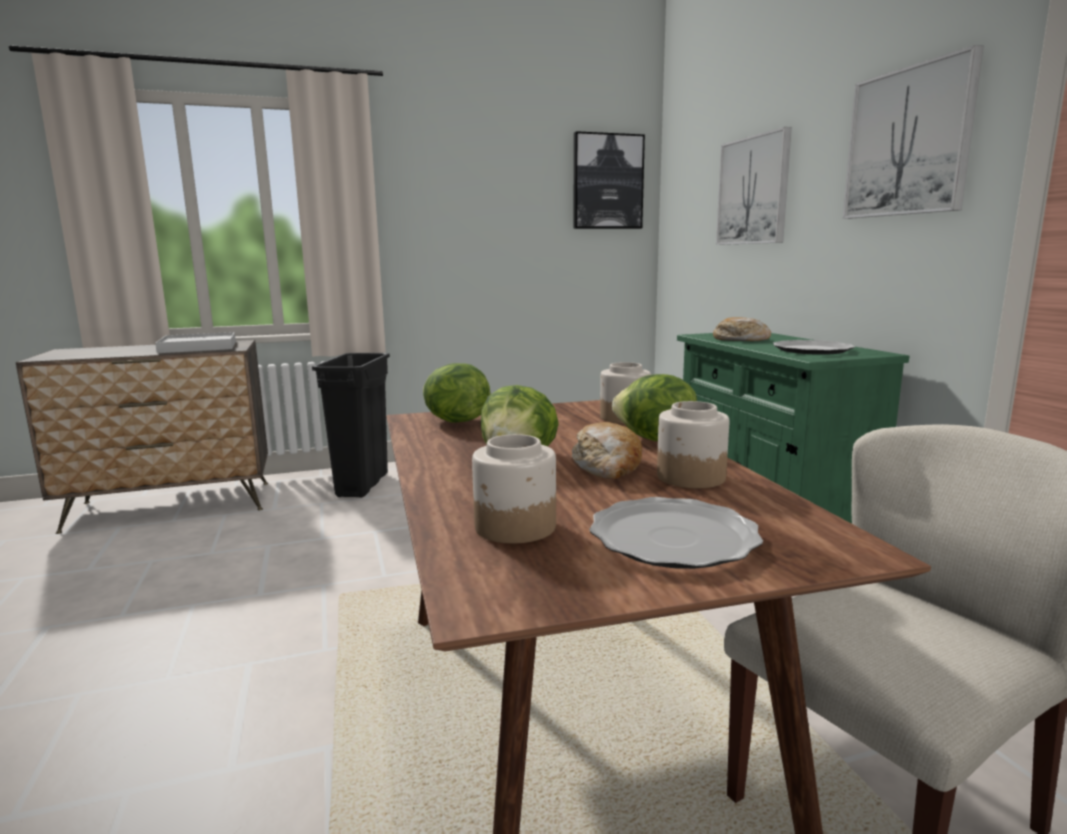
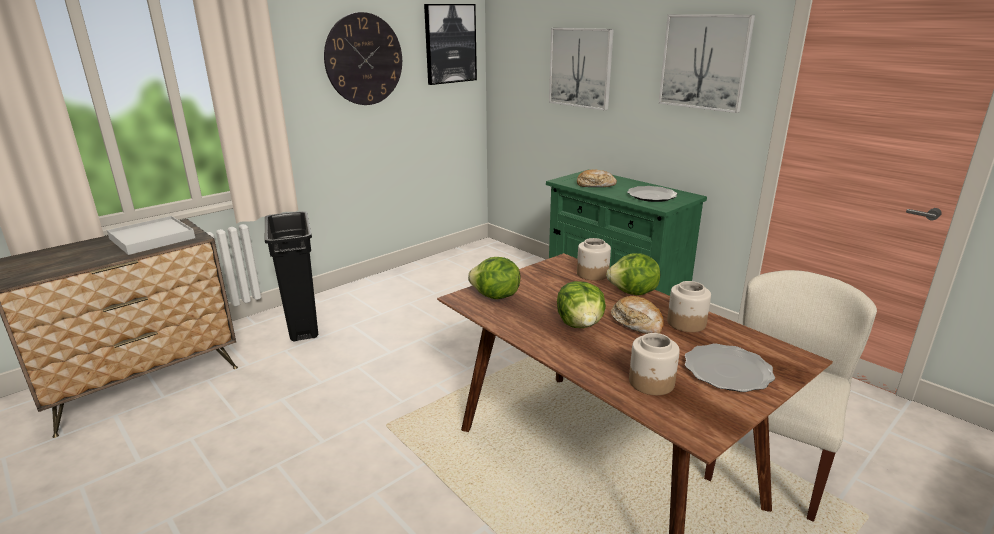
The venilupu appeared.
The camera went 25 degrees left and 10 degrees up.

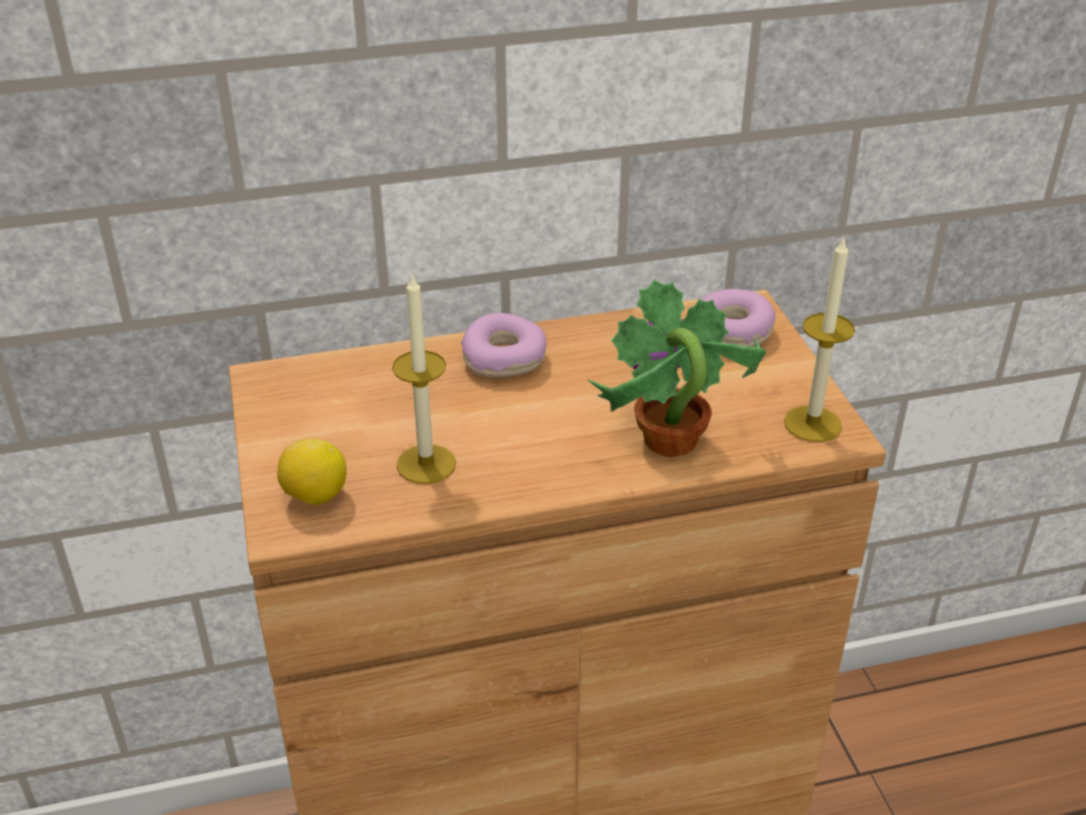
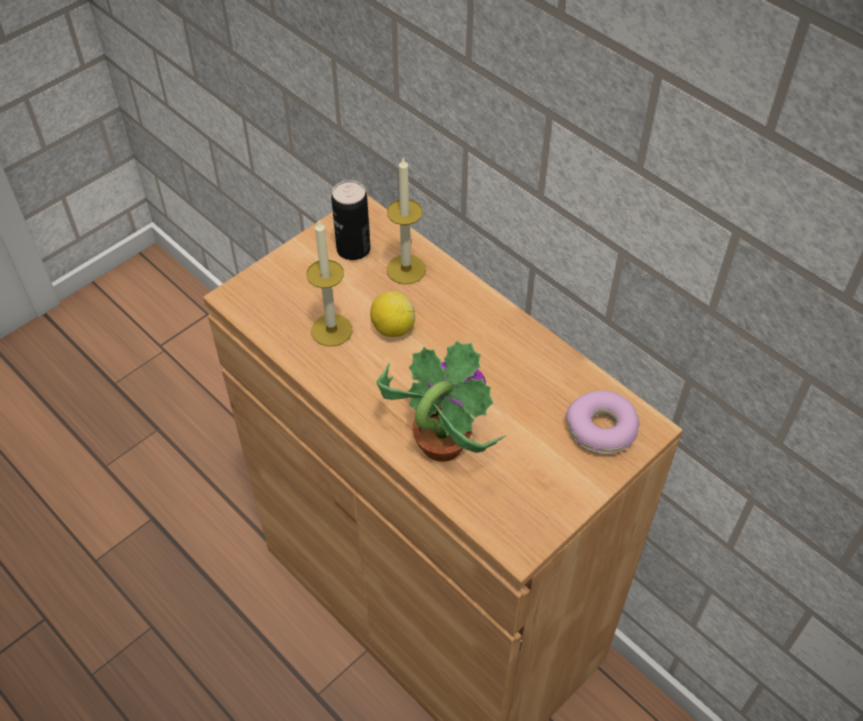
The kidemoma (no. 1 from left) disappeared.
The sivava appeared.
The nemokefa moved.
The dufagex (no. 2 from left) moved.
The camera went 60 degrees right and 15 degrees up.

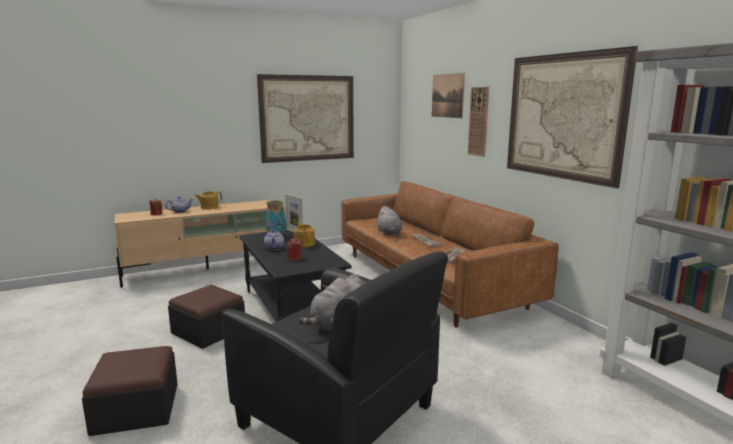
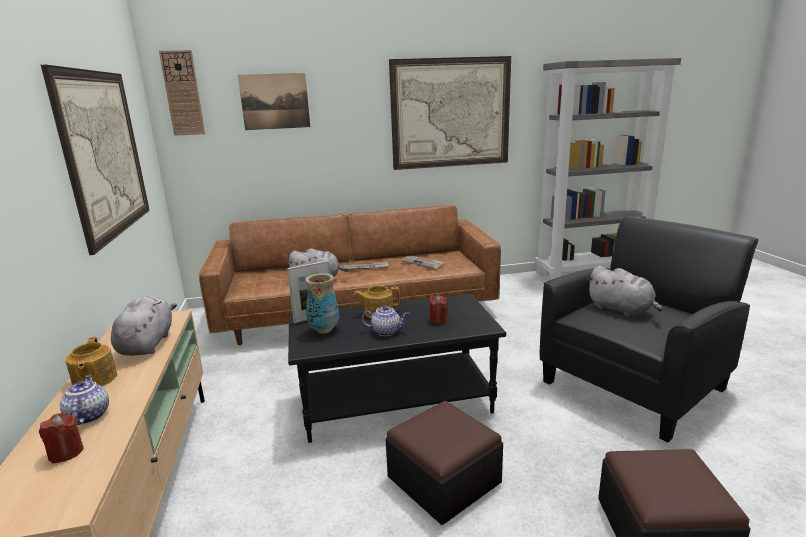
The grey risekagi (no. 1 from left) appeared.
The venilupu moved.
The camera went 75 degrees left and 5 degrees up.

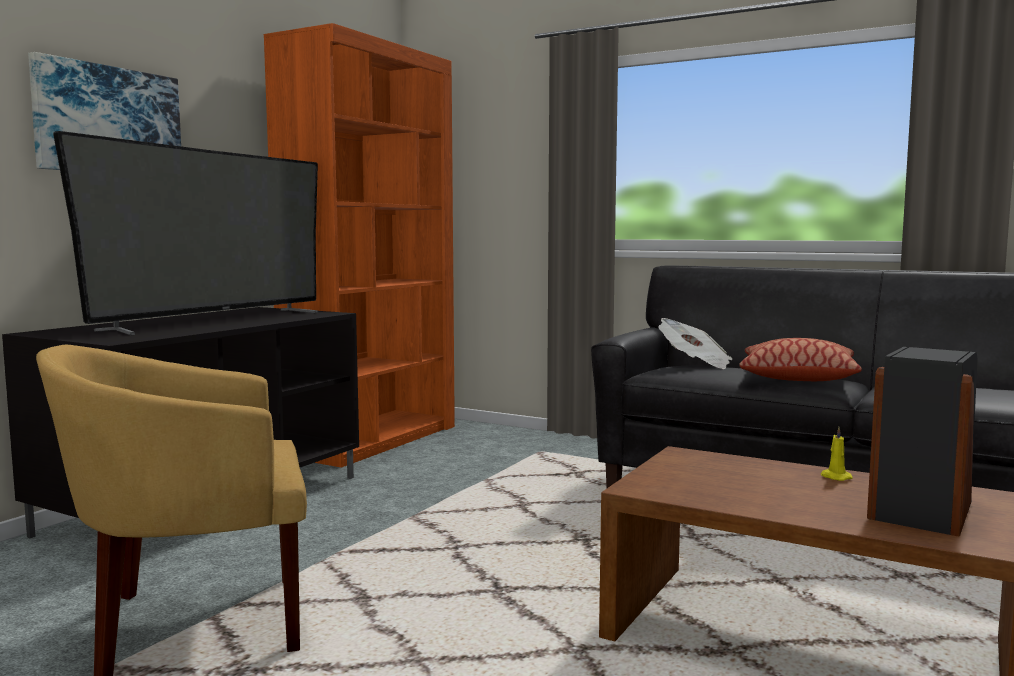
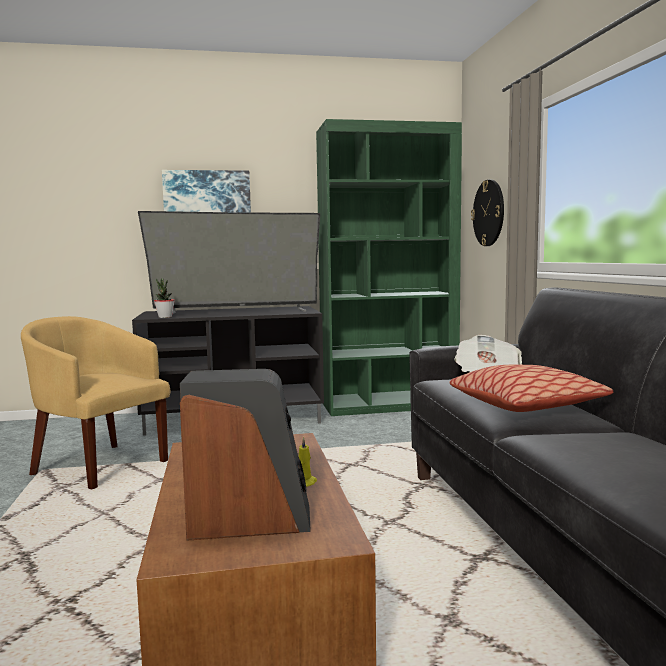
The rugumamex appeared.
The venilupu appeared.
The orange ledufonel became the green ledufonel.
The camera went 50 degrees right and 0 degrees up.

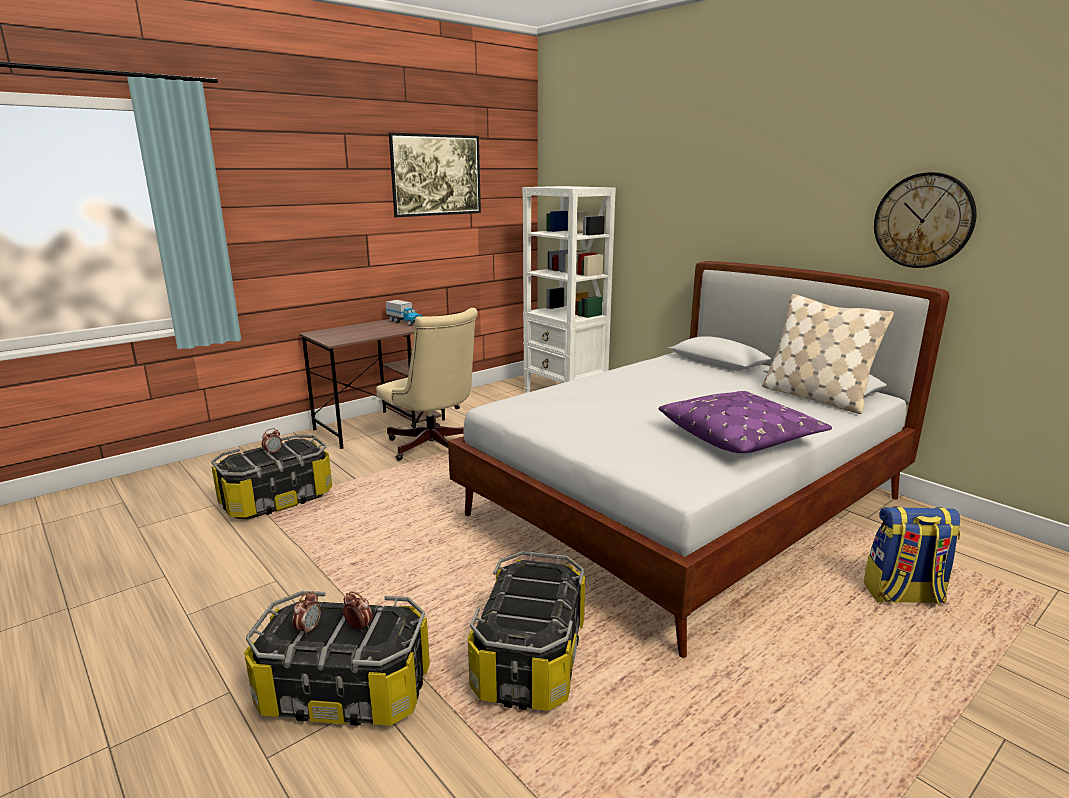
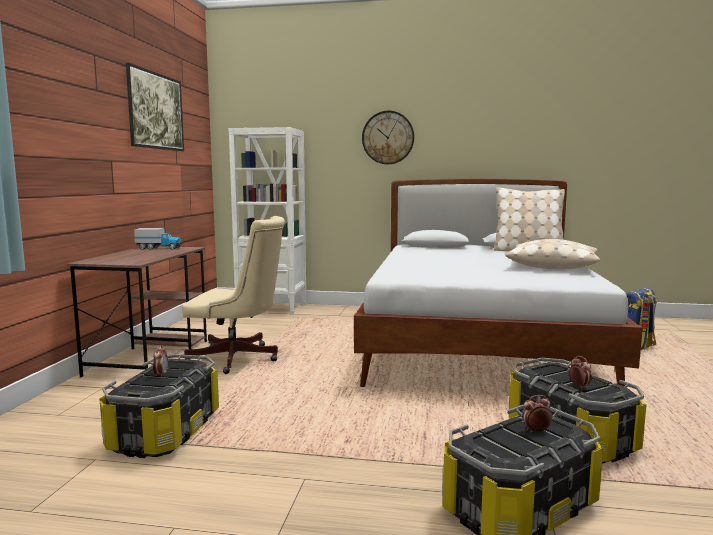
The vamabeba (no. 2 from left in the first image) moved.
The venilupu moved.
The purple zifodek became the beige zifodek (no. 2 from left).
The camera went 40 degrees left and 10 degrees down.

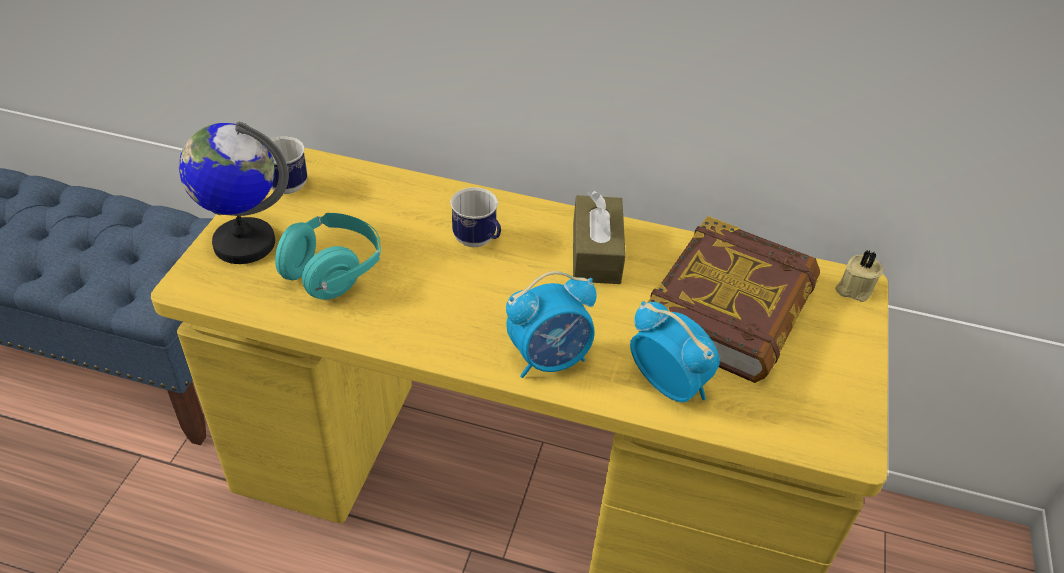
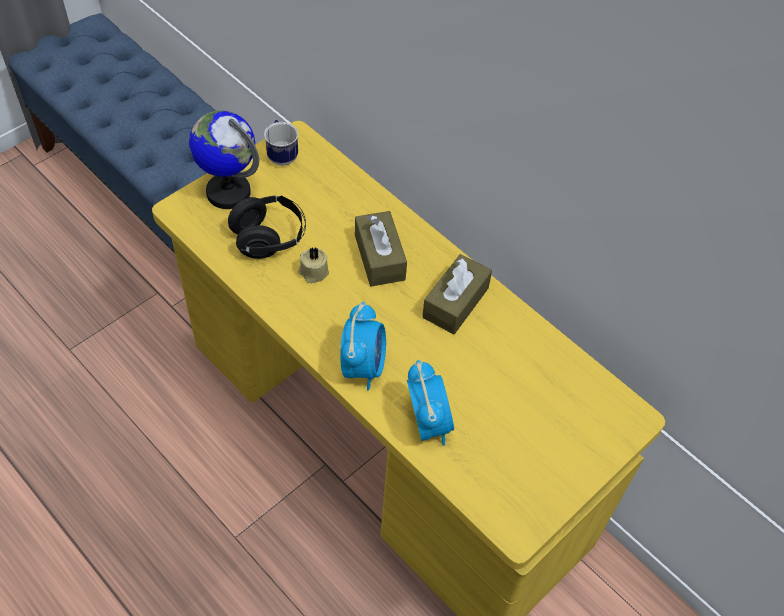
The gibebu disappeared.
The beige dufagex moved.
The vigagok (no. 2 from left) was replaced by the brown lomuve (no. 1 from left).
The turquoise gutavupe became the black gutavupe.
The vamabeba (no. 1 from left) turned 90 degrees counterclockwise.
The camera went 30 degrees right and 10 degrees up.

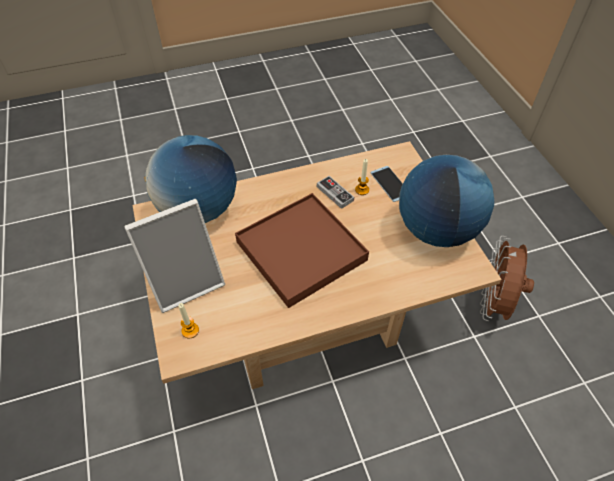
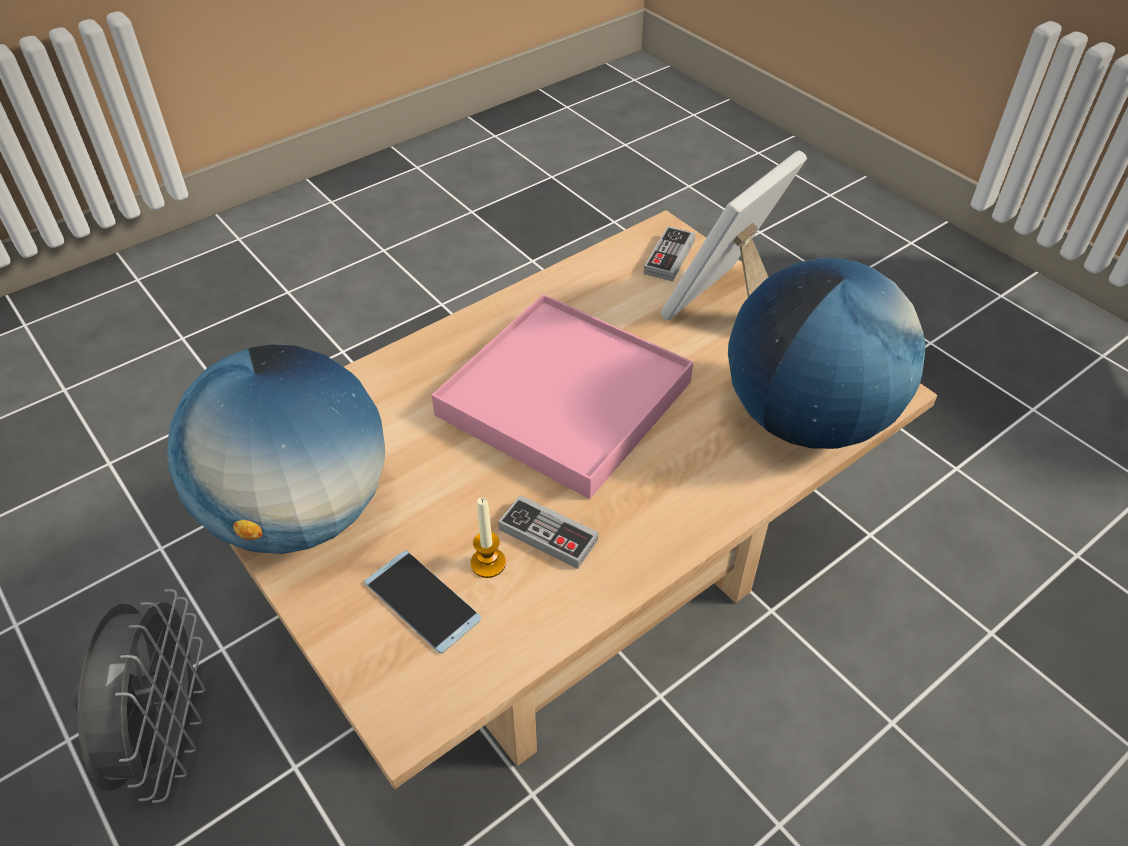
The dufagex (no. 1 from left) was replaced by the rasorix (no. 2 from left).
The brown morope became the pink morope.
The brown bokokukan became the grey bokokukan.
The camera went 160 degrees right and 5 degrees down.

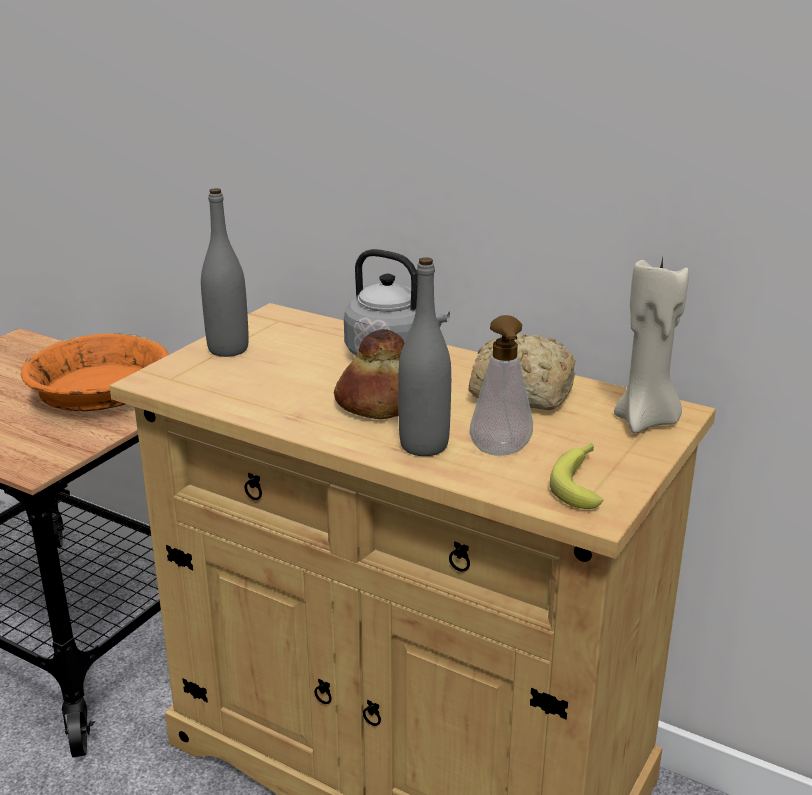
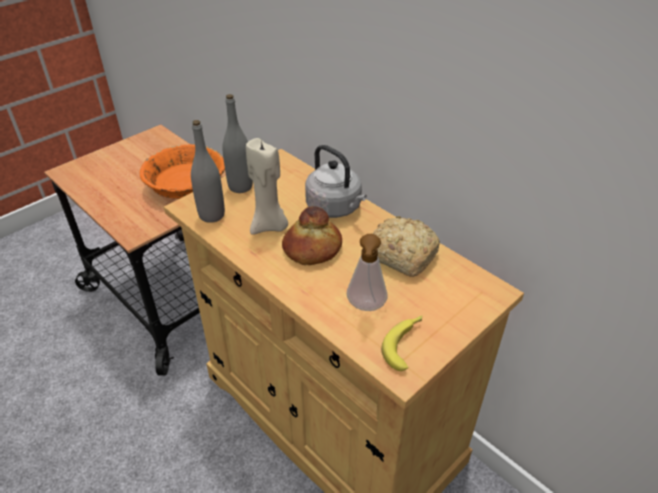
The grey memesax (no. 2 from left in the first image) moved.
The beige dufagex moved.
The camera went 15 degrees right and 15 degrees up.

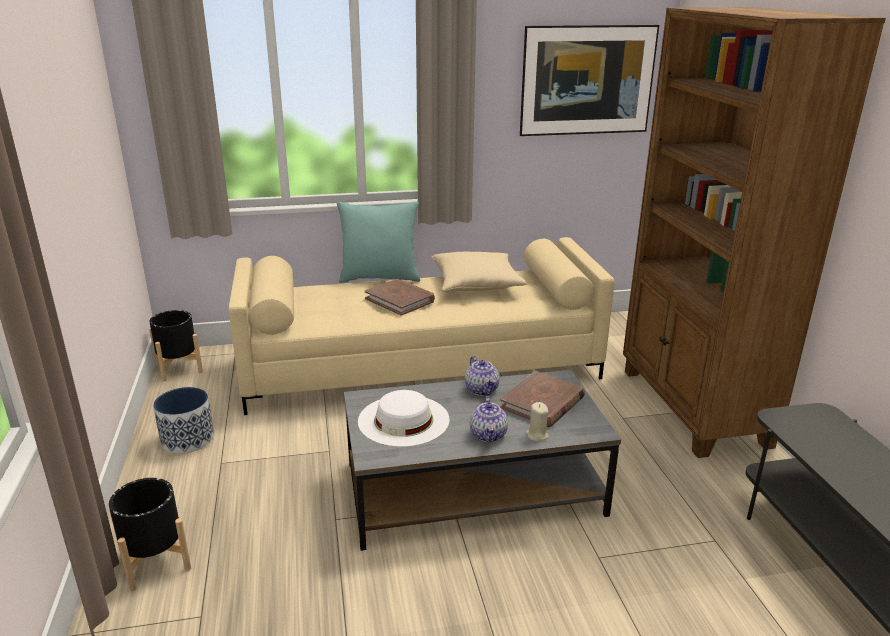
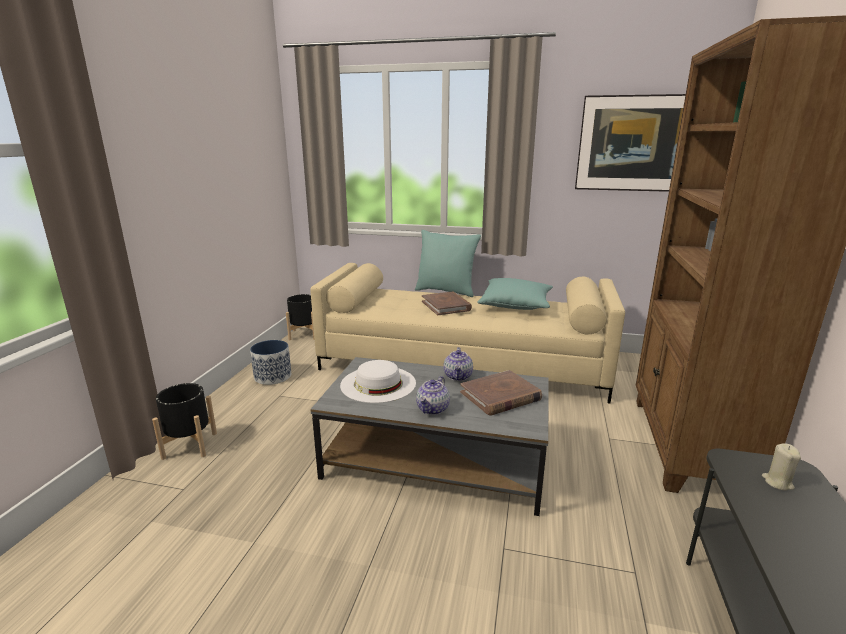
The beige dufagex moved.
The beige zifodek became the turquoise zifodek (no. 2 from left).
The camera went 25 degrees right and 5 degrees down.

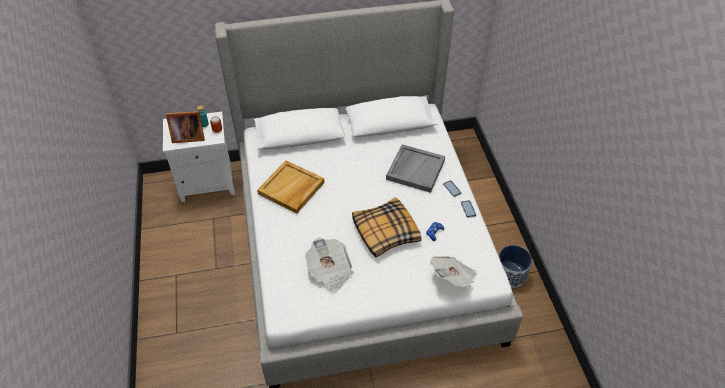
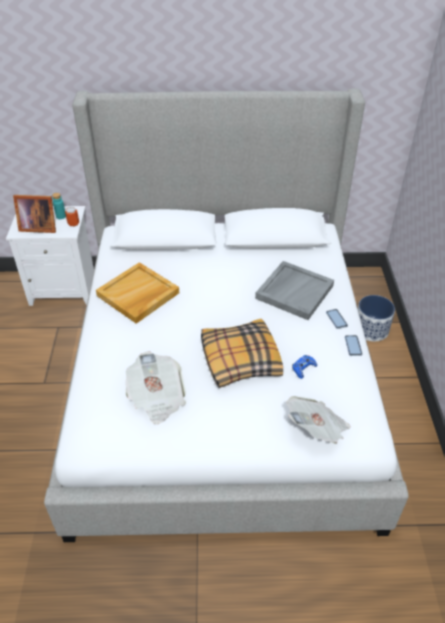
The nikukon moved.
The camera went 10 degrees right and 5 degrees down.

